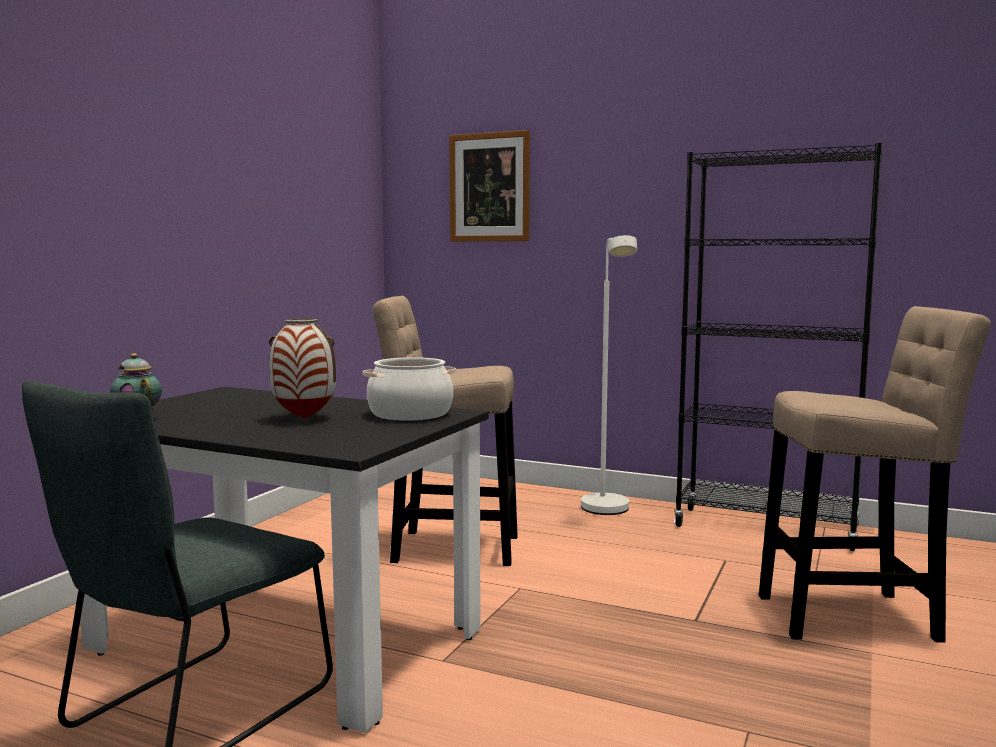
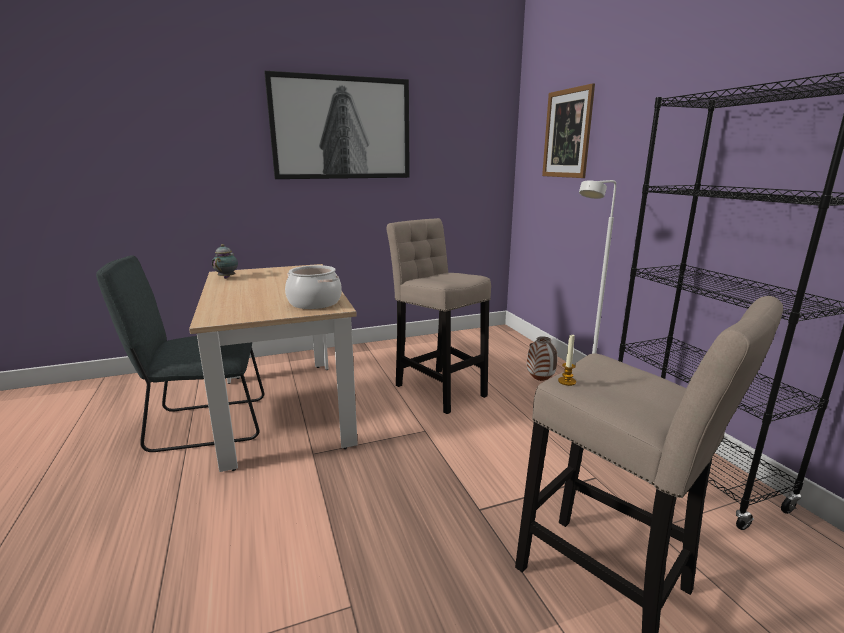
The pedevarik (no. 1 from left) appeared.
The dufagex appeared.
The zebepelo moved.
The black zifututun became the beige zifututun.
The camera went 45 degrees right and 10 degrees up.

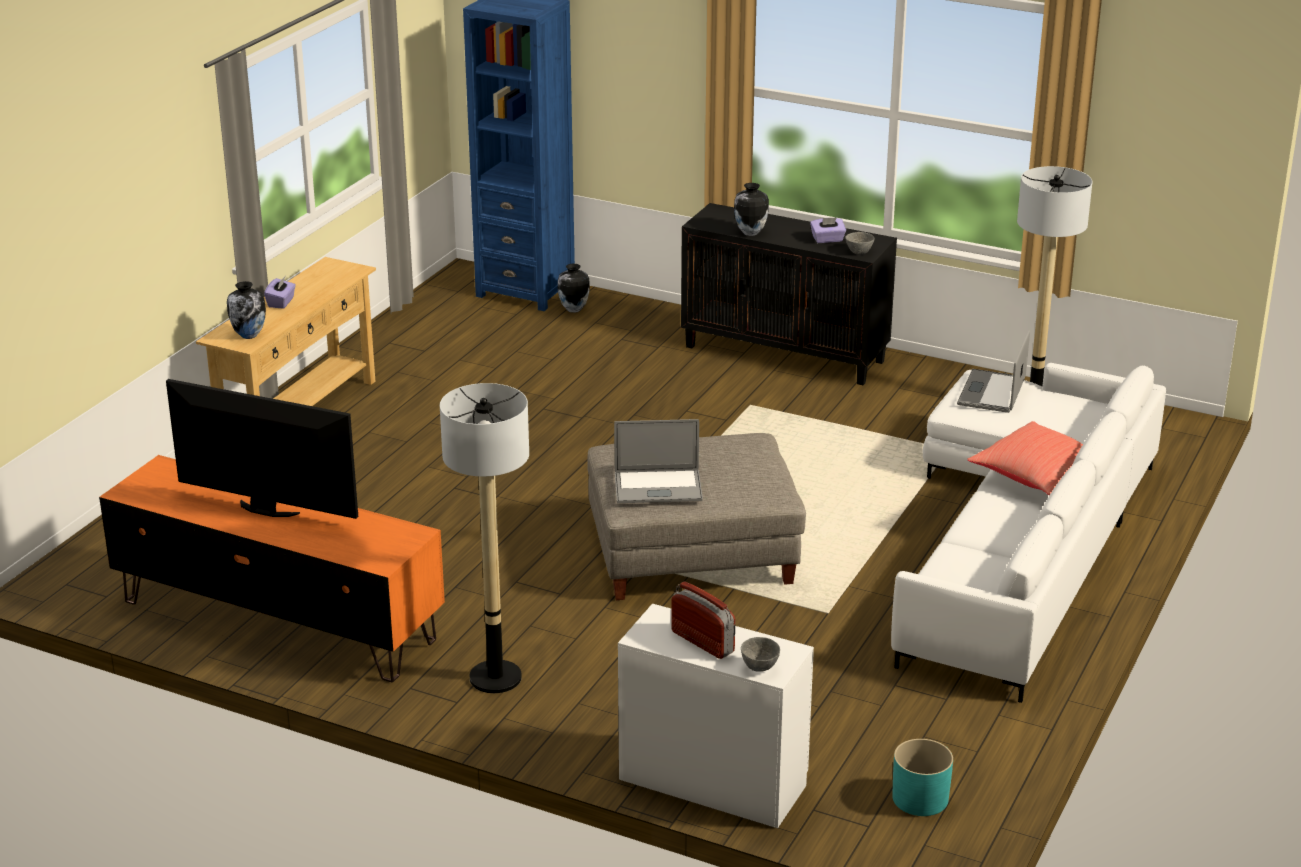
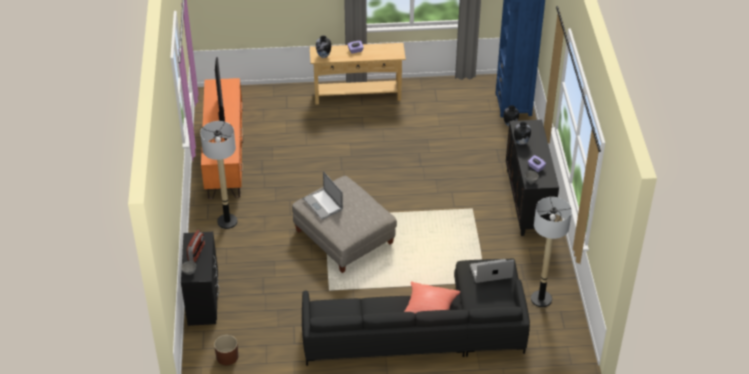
The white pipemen became the black pipemen.
The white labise became the black labise.
The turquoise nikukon became the brown nikukon.
The camera went 60 degrees right and 15 degrees up.

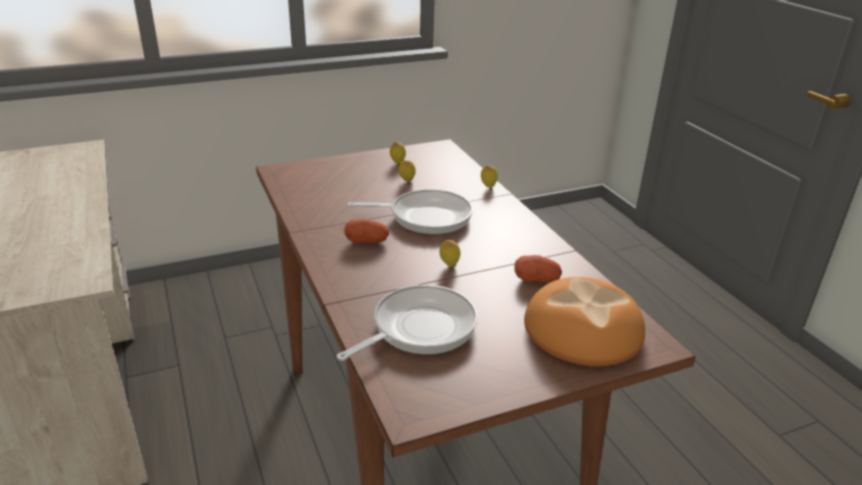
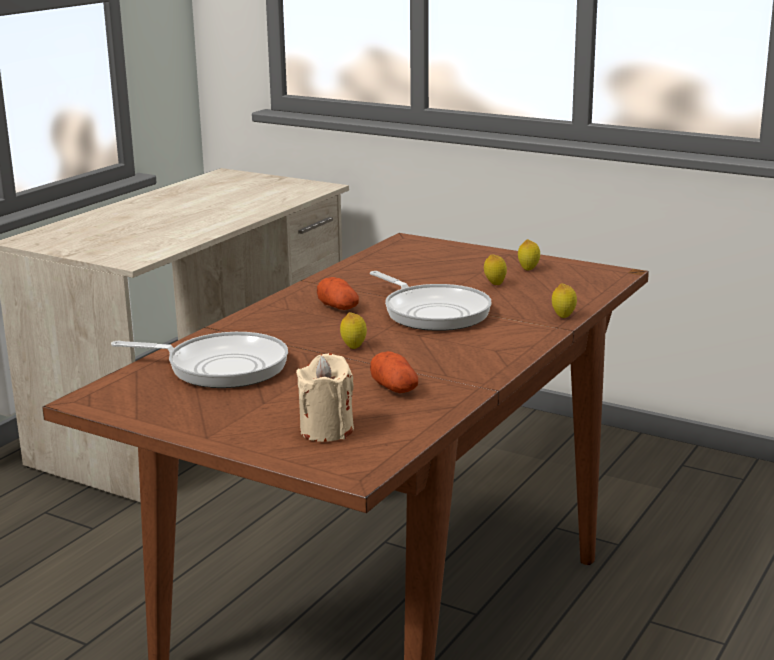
The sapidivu was replaced by the beige dufagex.
The camera went 55 degrees right and 10 degrees down.

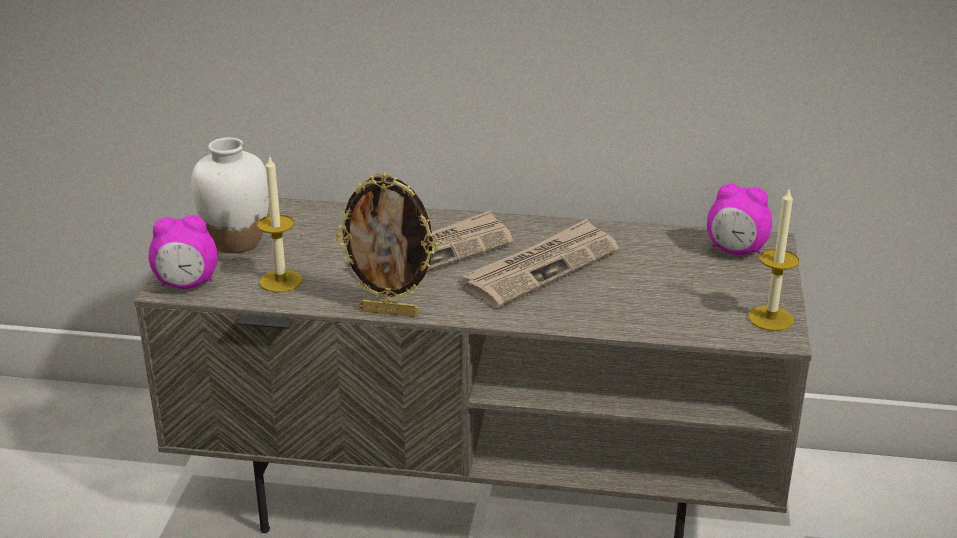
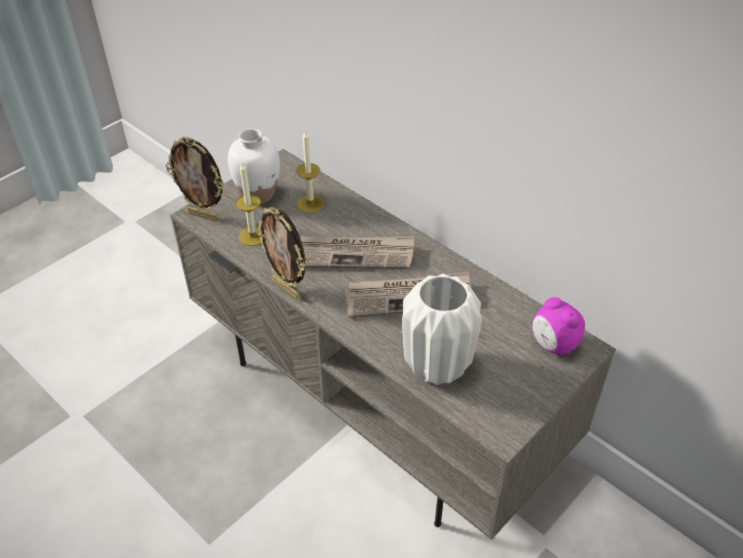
The white zebepelo (no. 2 from left) appeared.
The dufagex (no. 2 from left) moved.
The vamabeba (no. 1 from left) was replaced by the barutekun (no. 1 from left).
The camera went 35 degrees right and 15 degrees up.

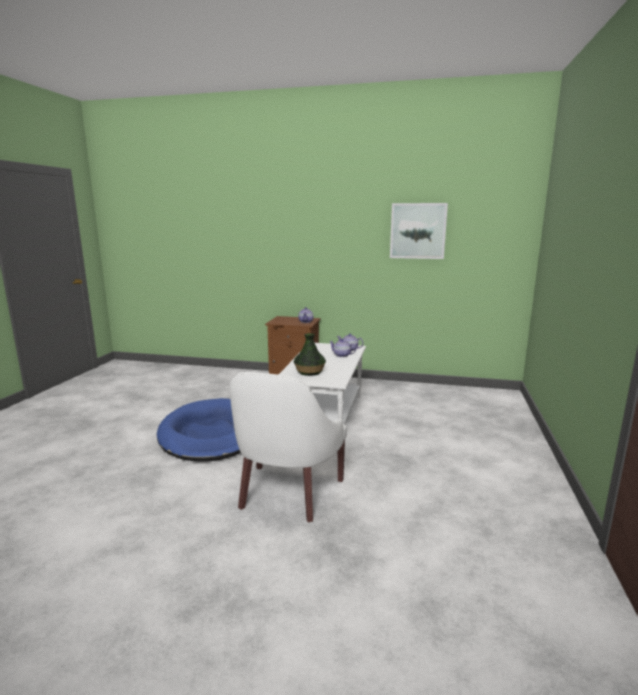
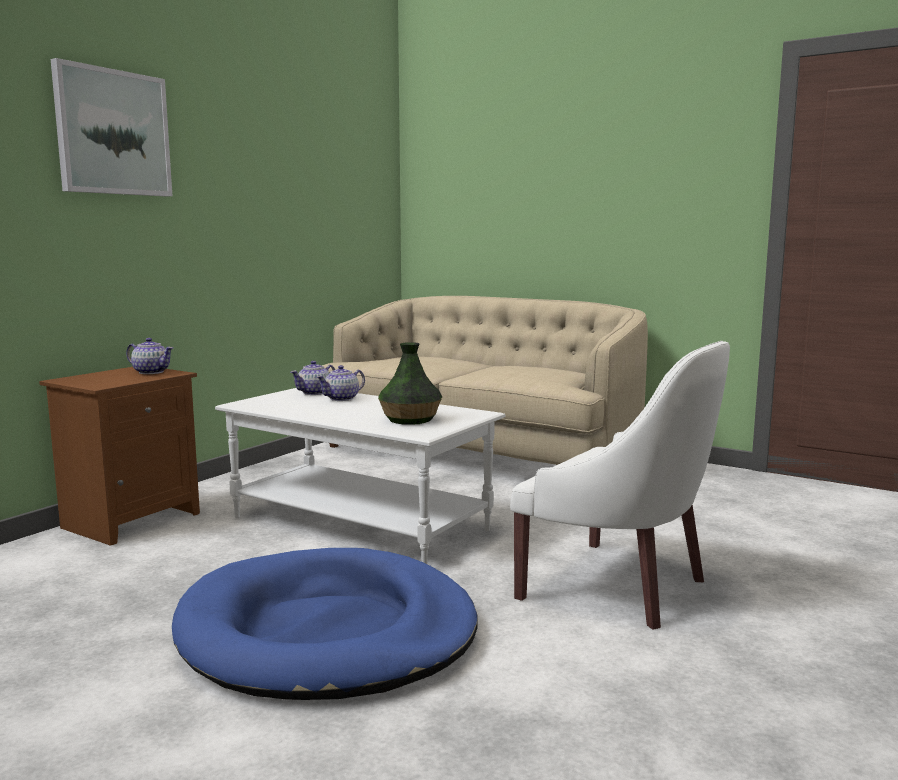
The beige labise appeared.
The pedevarik moved.
The camera went 70 degrees left and 5 degrees down.

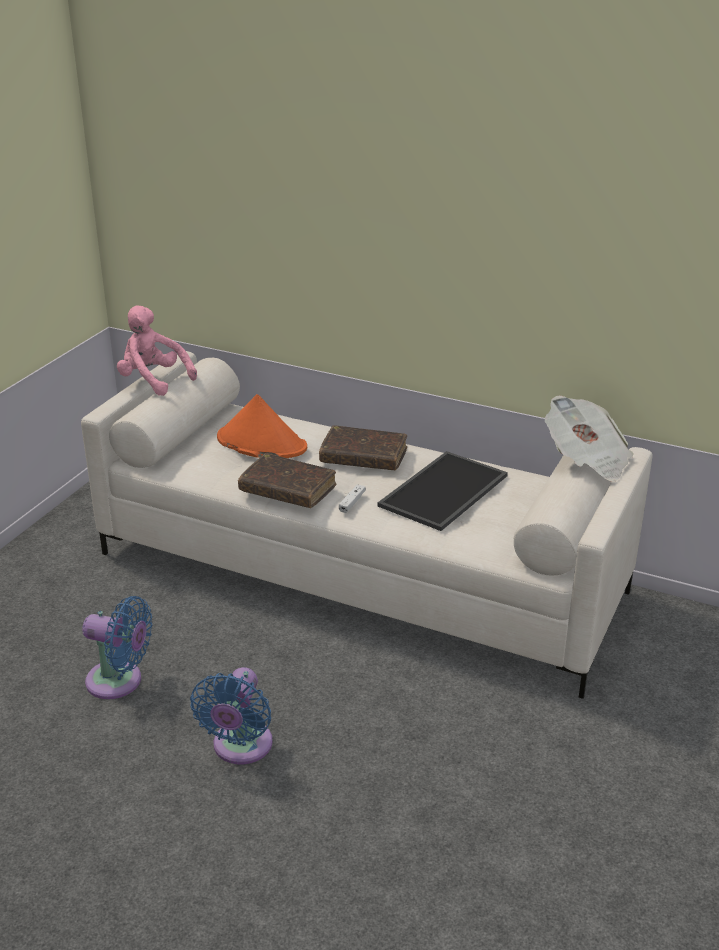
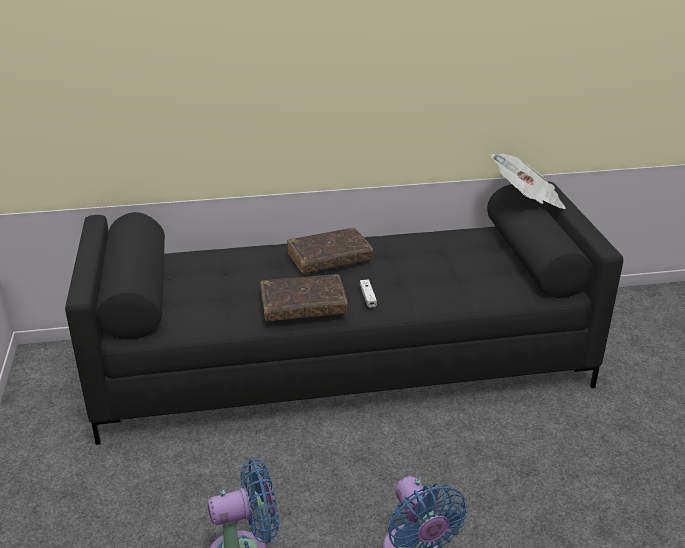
The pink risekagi disappeared.
The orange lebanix disappeared.
The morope disappeared.
The white labise became the black labise.
The camera went 35 degrees left and 0 degrees up.

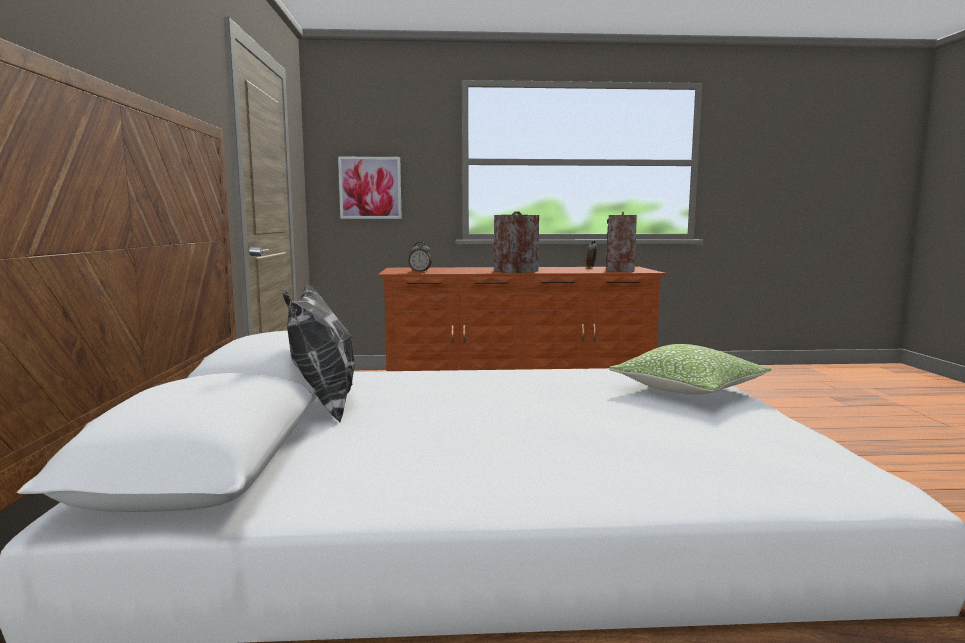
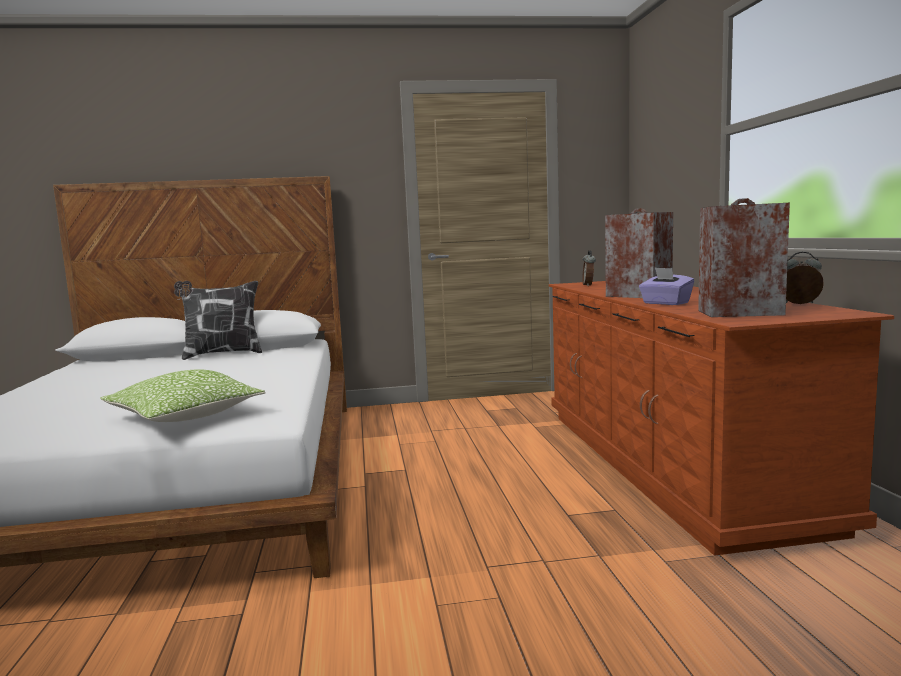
The pedevarik disappeared.
The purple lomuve appeared.
The camera went 85 degrees right and 0 degrees up.

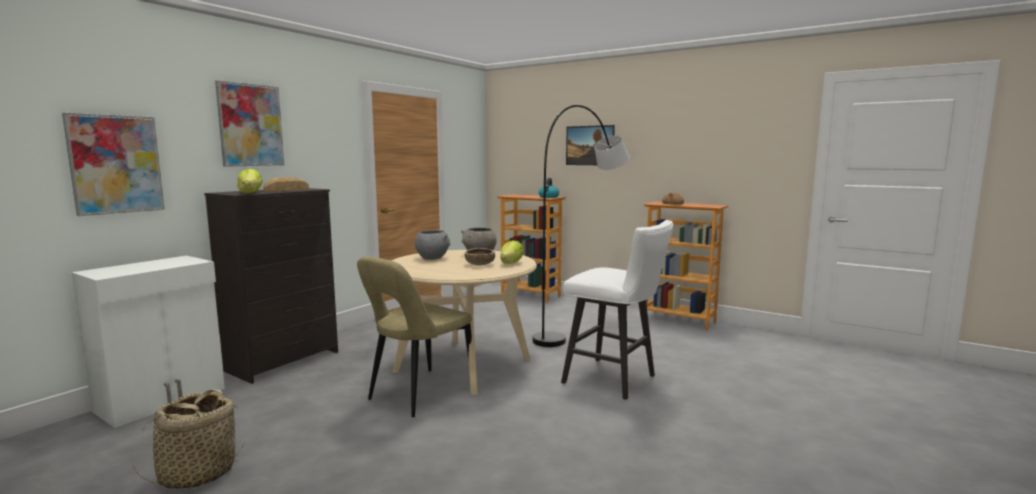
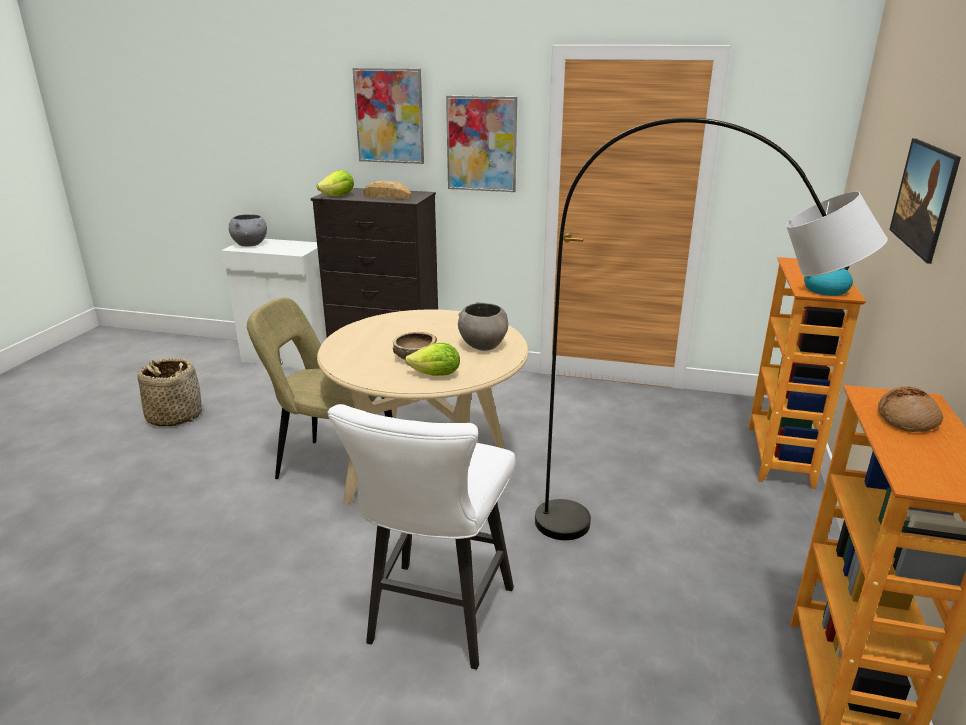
The pedevarik (no. 1 from left in the first image) moved.
The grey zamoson (no. 1 from left) moved.
The camera went 70 degrees right and 15 degrees up.

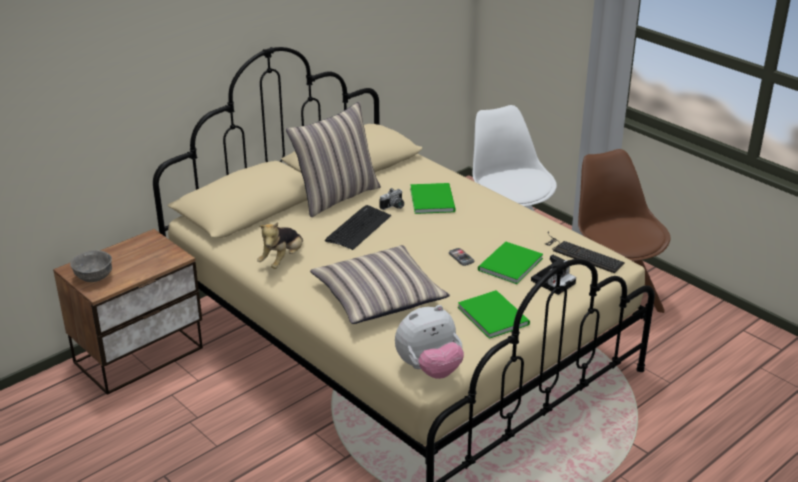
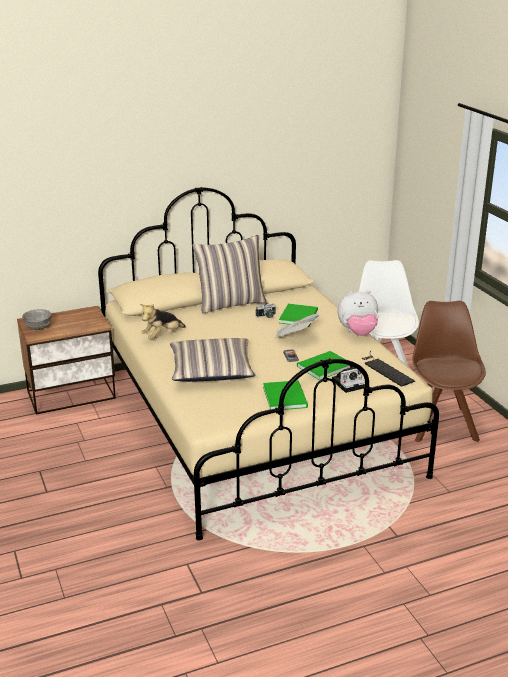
The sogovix (no. 1 from left) disappeared.
The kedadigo appeared.
The risekagi (no. 2 from left) moved.
The camera went 20 degrees right and 5 degrees down.

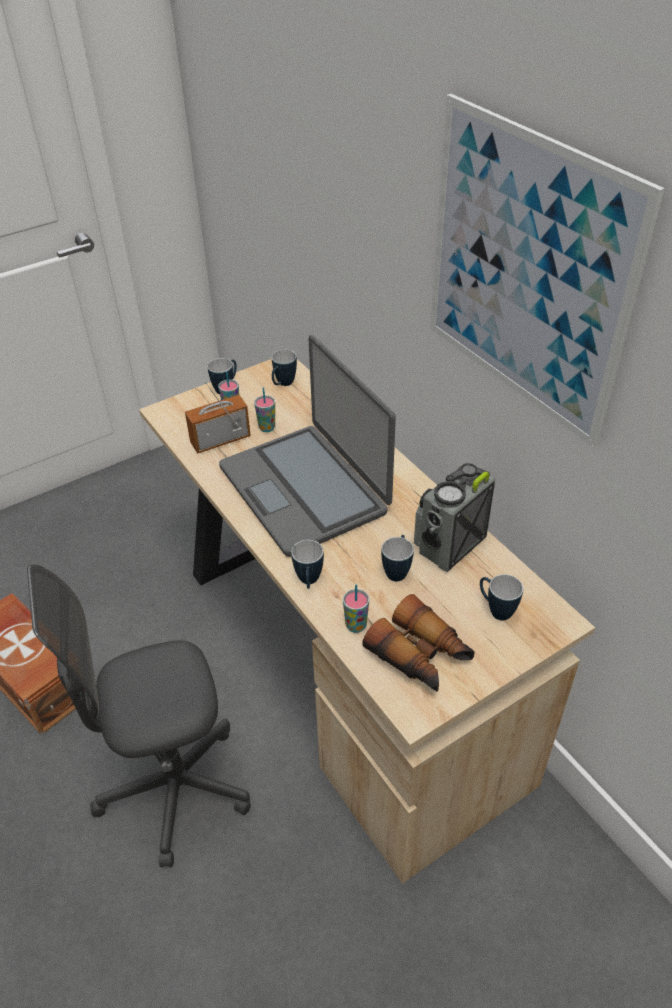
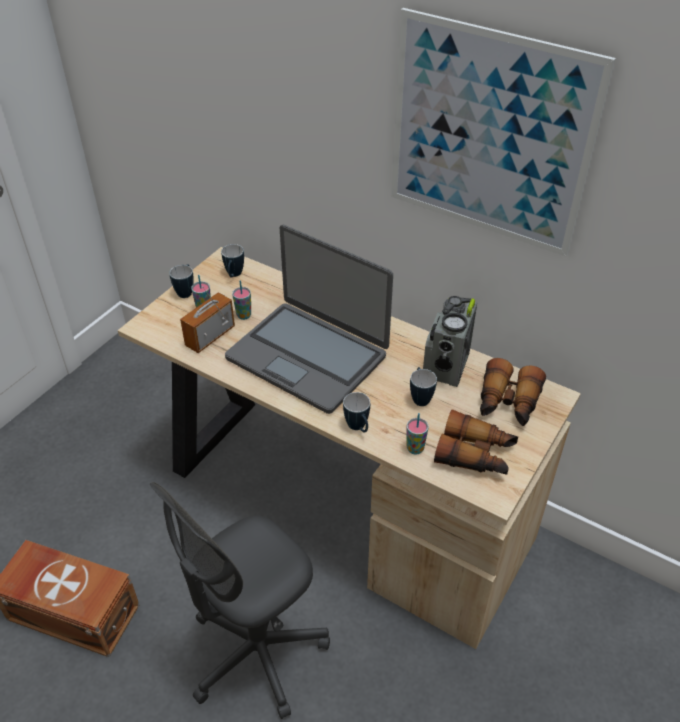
The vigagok (no. 5 from left) was replaced by the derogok (no. 2 from left).
The camera went 25 degrees left and 0 degrees up.

